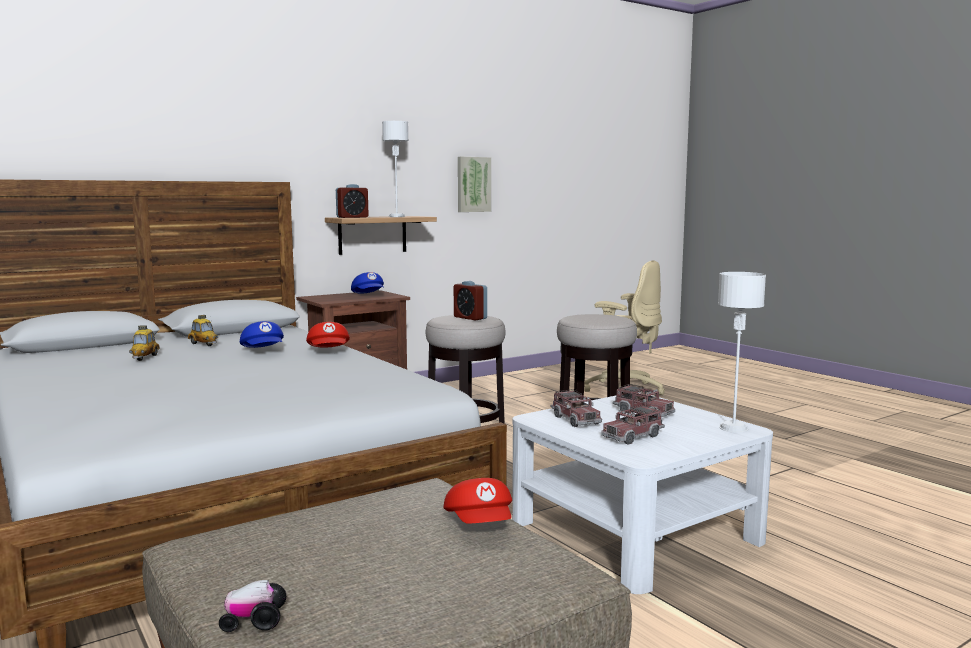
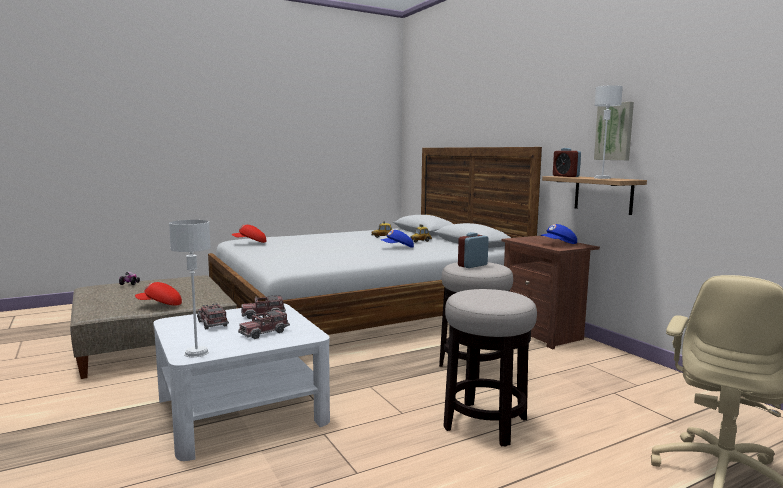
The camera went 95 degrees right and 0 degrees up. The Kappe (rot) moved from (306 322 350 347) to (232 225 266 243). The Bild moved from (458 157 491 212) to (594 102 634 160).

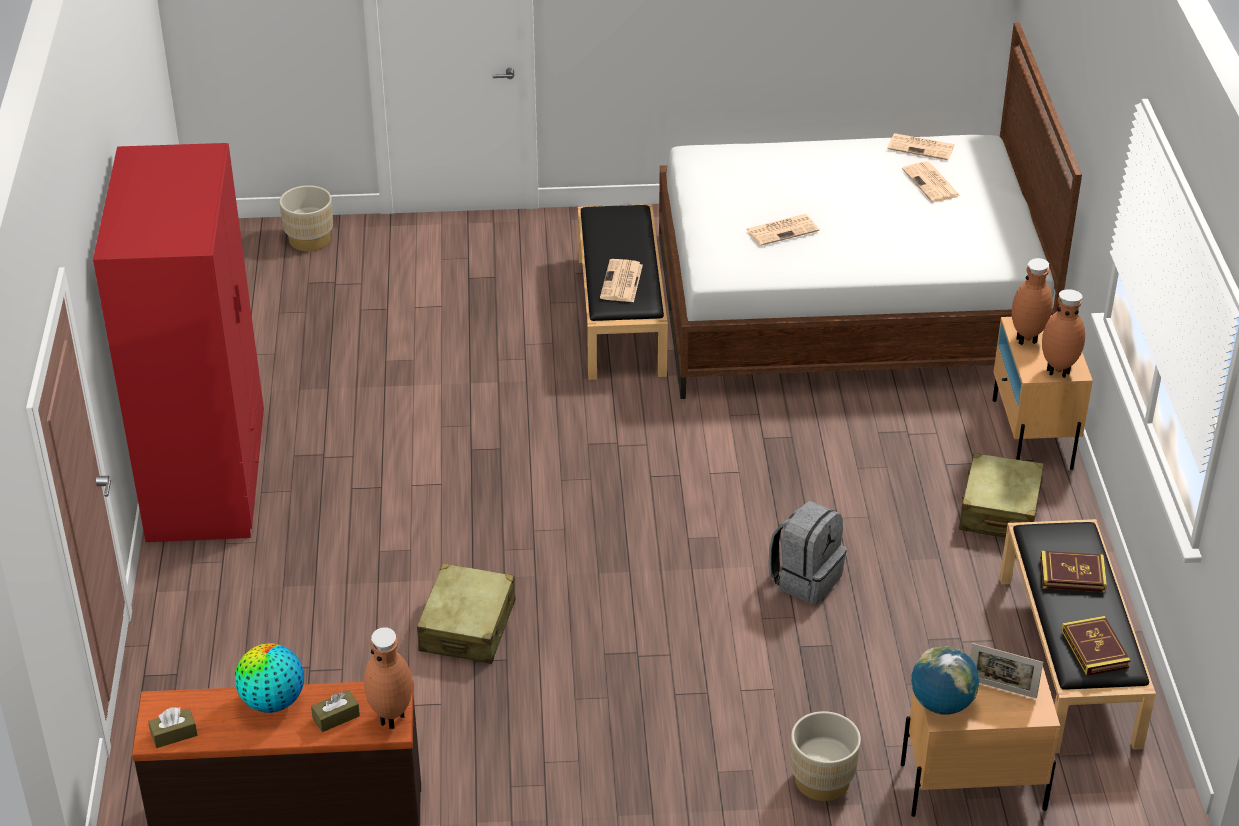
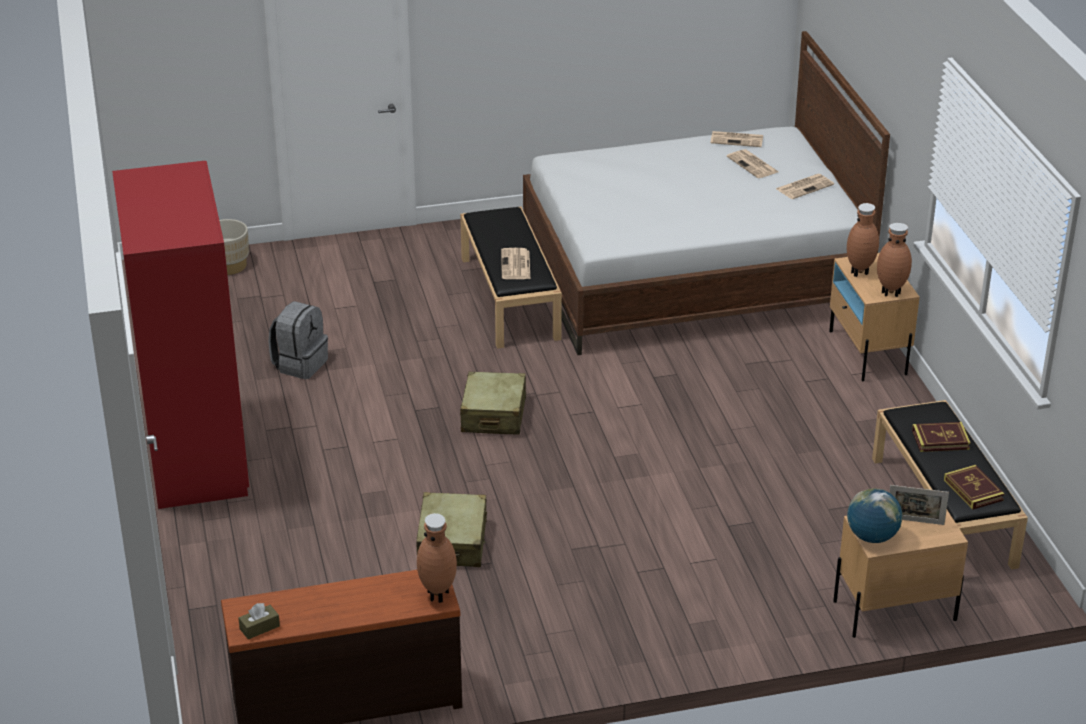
The camera went 10 degrees left and 5 degrees down. The Globus at (235 643 304 713) disappeared. The Taschentuchbox (braun) at (311 690 360 732) disappeared. The Pflanzkübel (beige) at (791 711 861 801) disappeared. The Zeitung moved from (746 214 819 246) to (776 174 834 199). The Rucksack (grau) moved from (769 501 847 604) to (268 301 328 379). The Koffer (beige) moved from (959 453 1044 538) to (460 372 526 434).

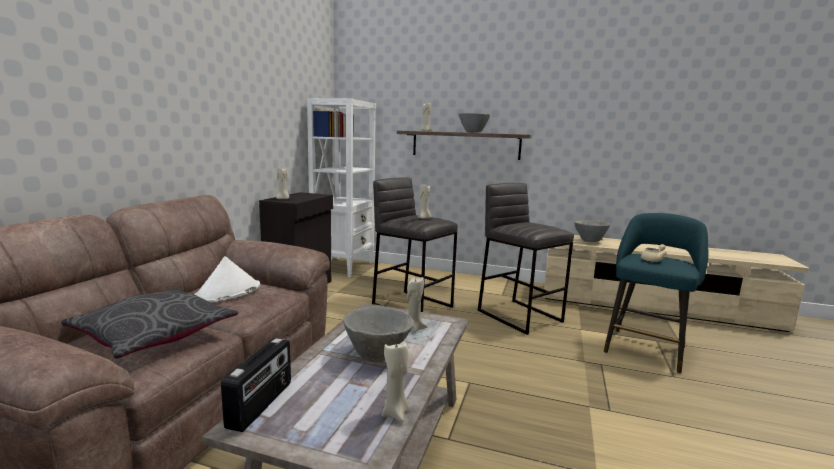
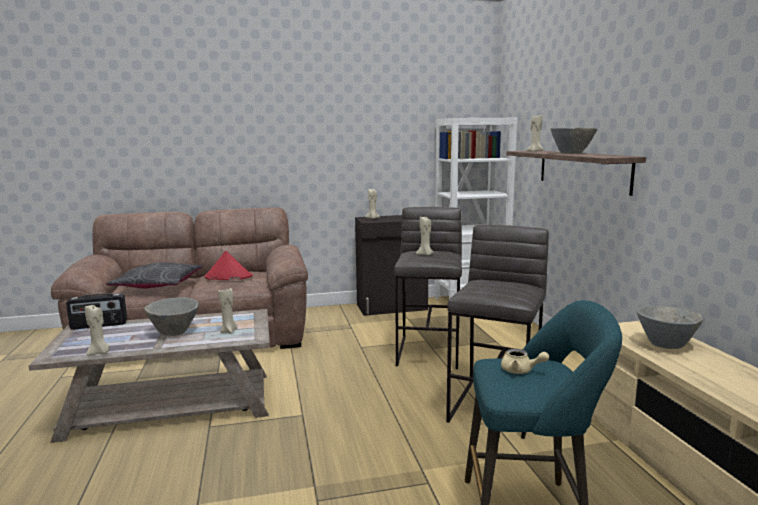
The camera went 60 degrees right and 0 degrees up. The Hut (weiß) at (194 256 260 303) became the Hut (rot) at (205 251 253 280).

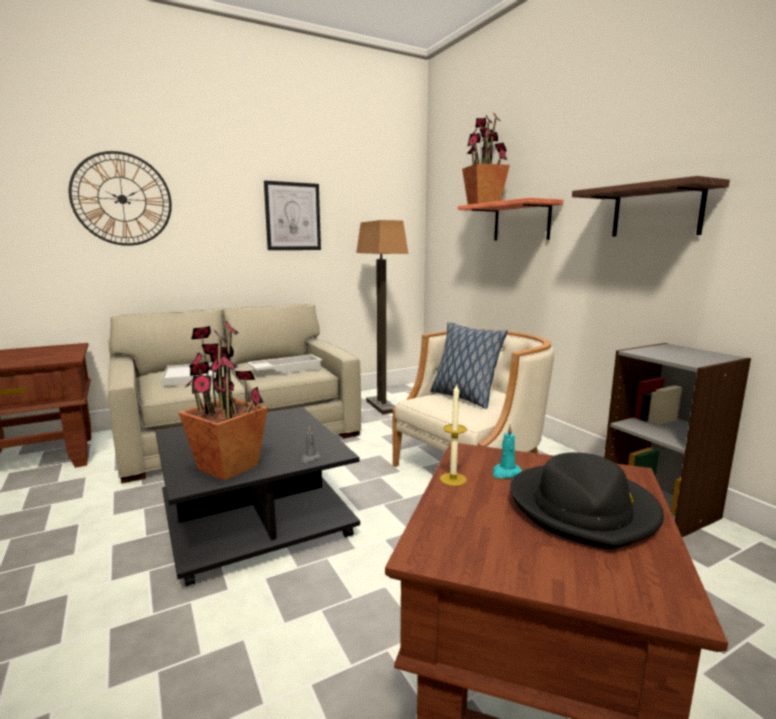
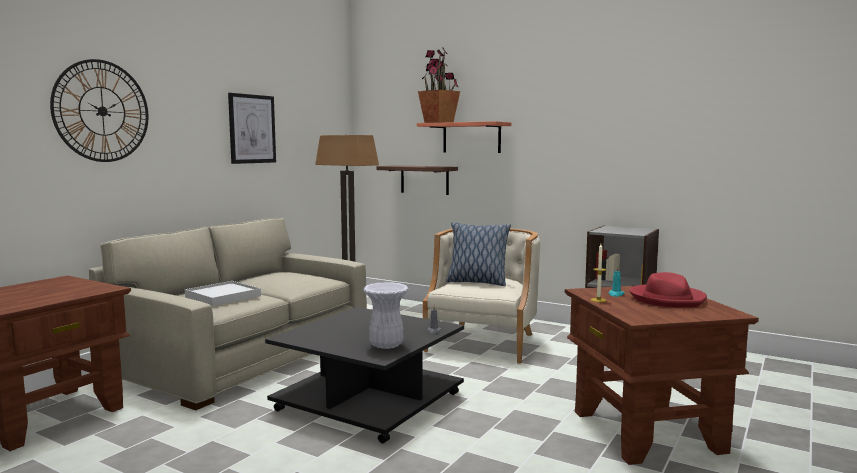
The camera went 30 degrees left and 5 degrees down. The Tablett (weiß) at (247 354 322 374) disappeared. The Wandregal moved from (572 176 730 237) to (376 165 458 195). The Topfpflanze at (178 321 268 481) was replaced by the Vase (weiß) at (363 282 409 349). The Hut (schwarz) at (510 452 664 549) became the Hut (rot) at (630 272 707 308).

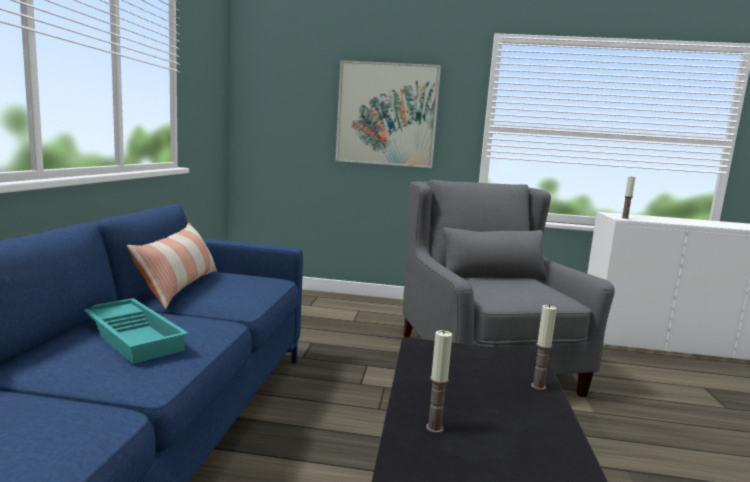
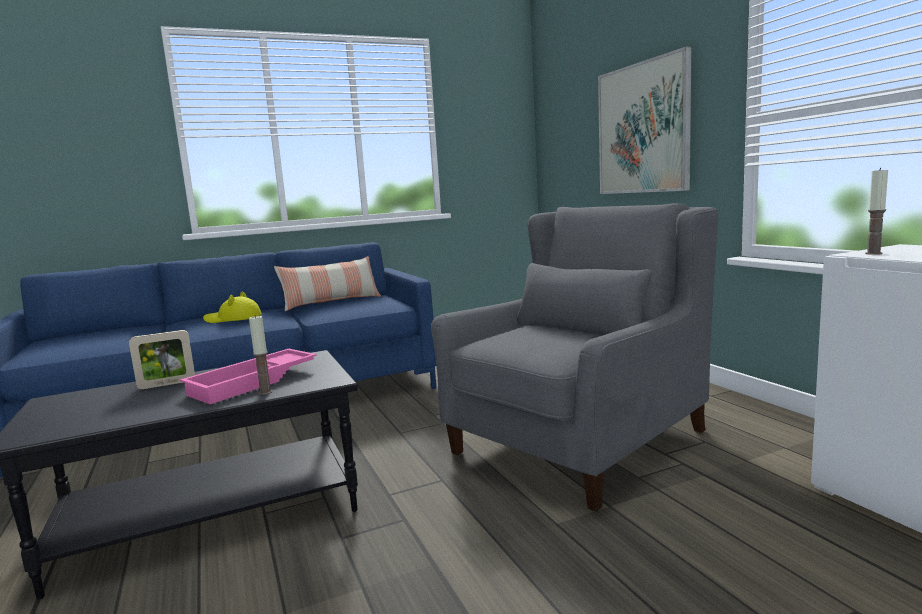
The camera went 60 degrees right and 0 degrees up. The Tablett (rosa) at (180 349 317 404) appeared. The Tablett (türkis) at (84 298 189 364) was replaced by the Hut (gelb) at (203 291 262 323). The Kerze at (426 330 452 433) was replaced by the Bilderrahmen at (129 330 195 389).

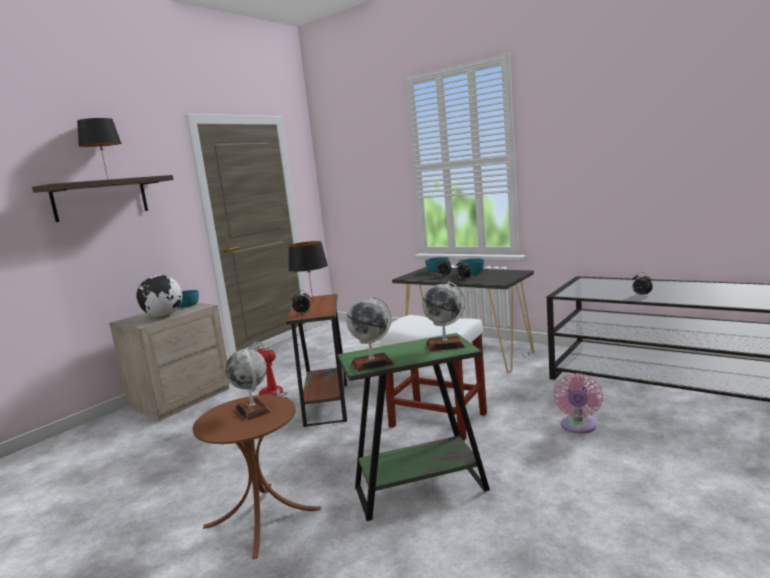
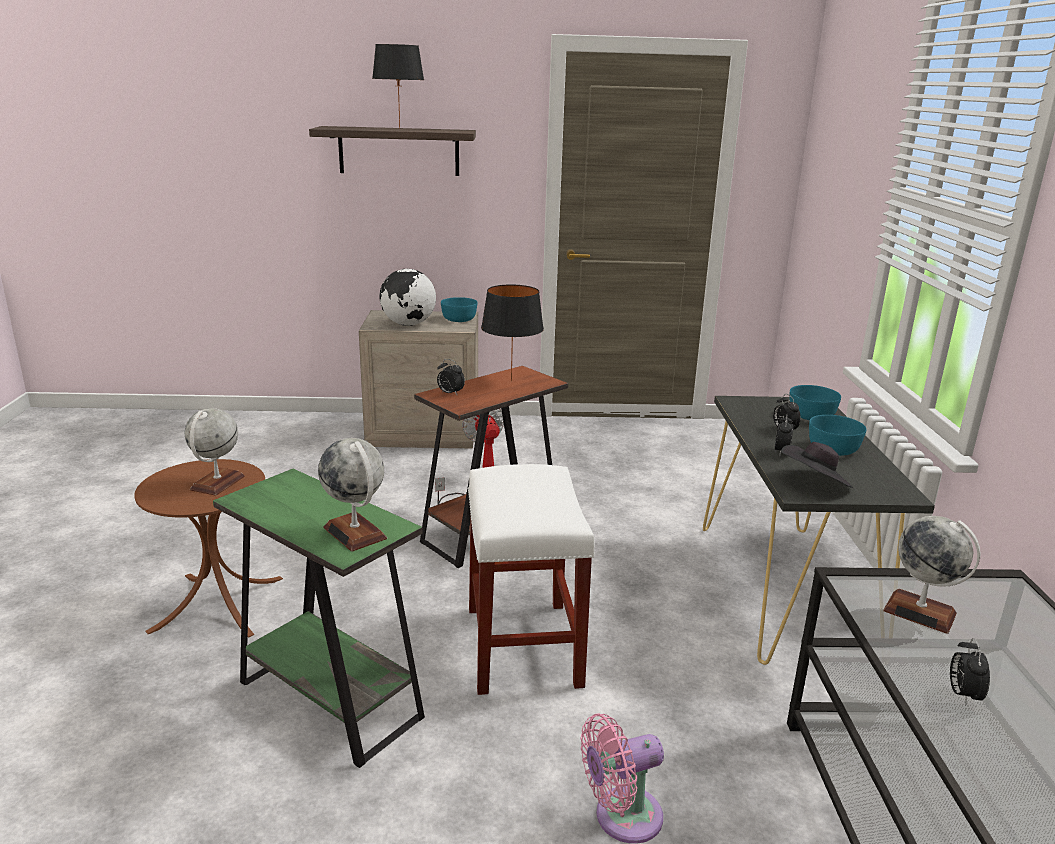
The camera went 50 degrees right and 10 degrees up. The Hut (schwarz) at (781 442 853 488) appeared. The Globus moved from (346 296 394 372) to (883 516 981 634).

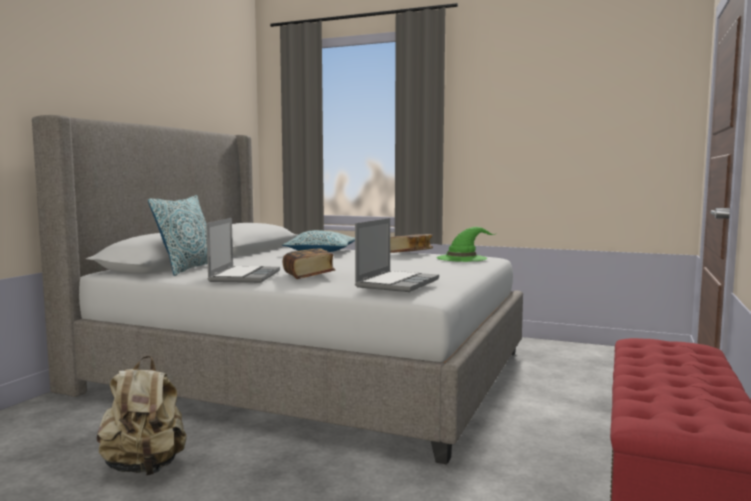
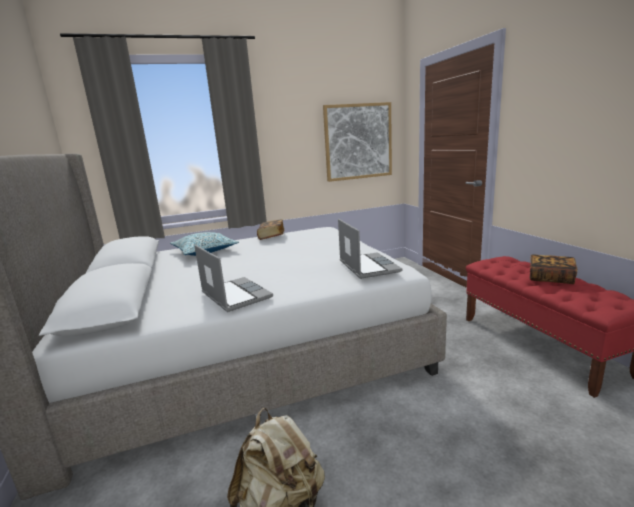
The camera went 40 degrees left and 10 degrees up. The Kissen at (148 195 208 276) disappeared. The Hut (grün) at (437 227 497 262) disappeared. The Bild at (323 102 392 182) appeared. The Buch moved from (283 248 335 279) to (530 254 577 284).

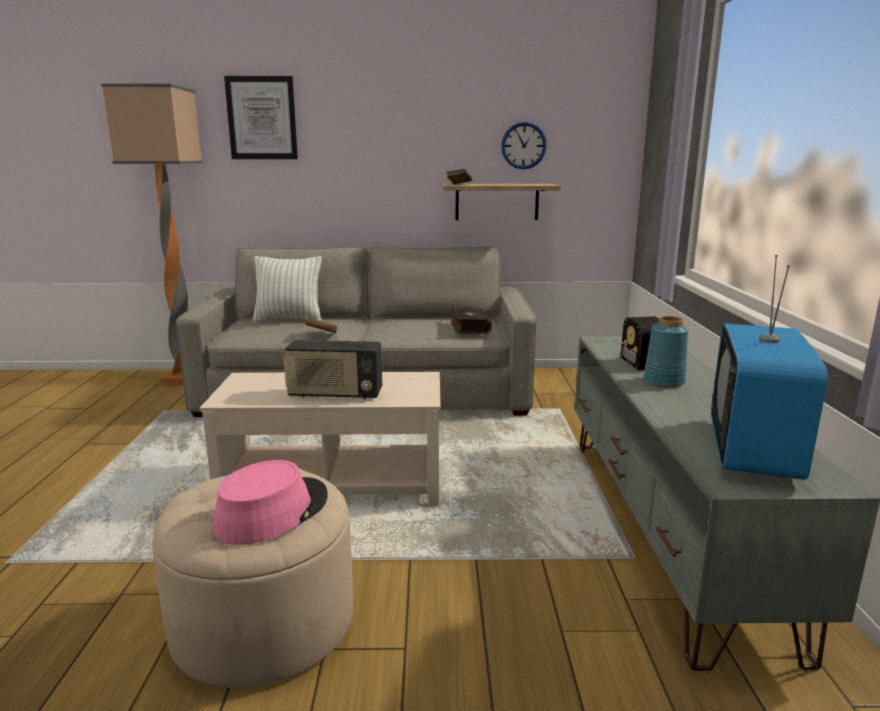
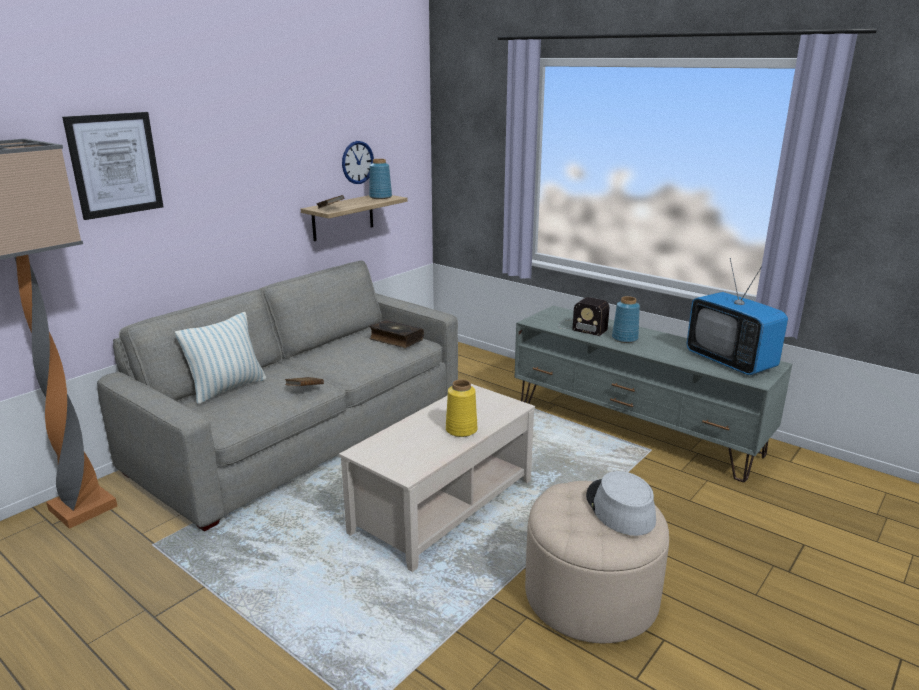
The camera went 50 degrees left and 5 degrees up. The Vase (blau) at (369 159 392 199) appeared. The Radio at (283 340 382 399) was replaced by the Vase (gelb) at (446 379 478 437). The Hut (rosa) at (213 460 328 545) became the Hut (grau) at (586 471 656 536).

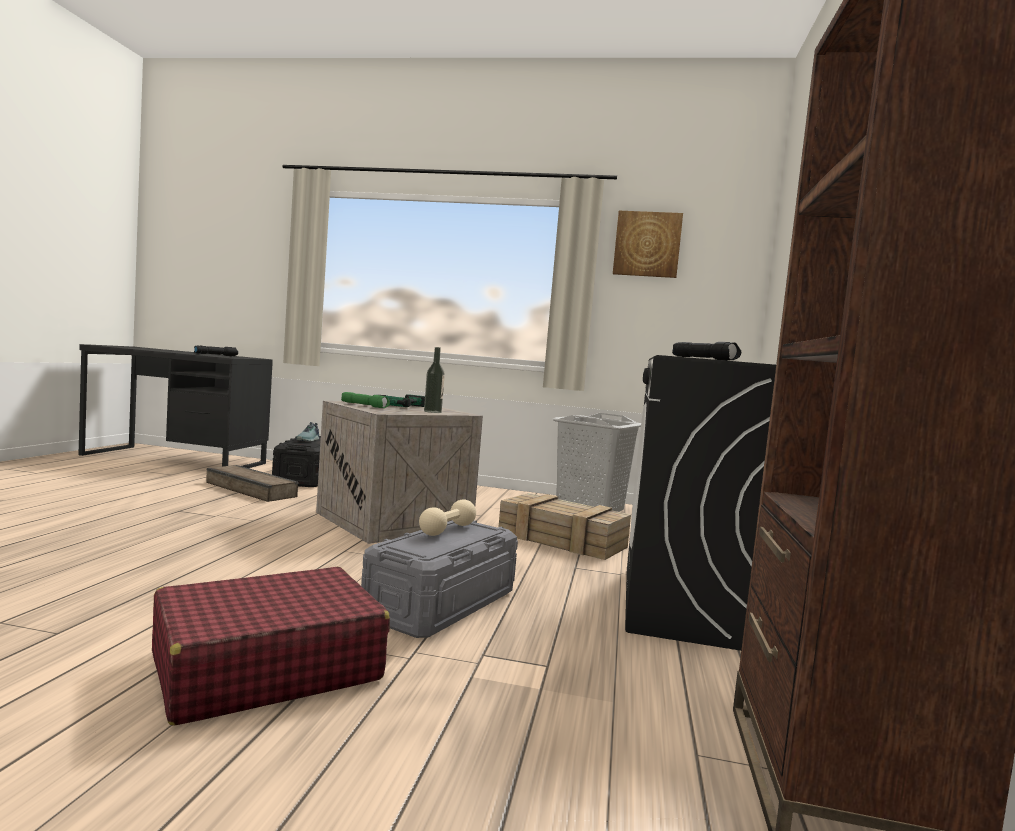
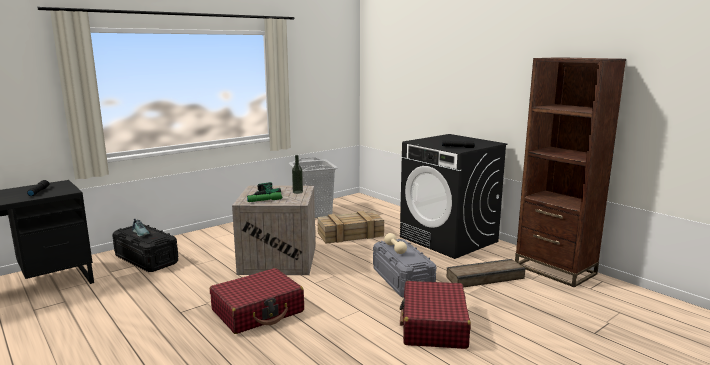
The camera went 50 degrees left and 10 degrees up. The Bild at (613 211 683 278) disappeared. The Koffer (rot) at (210 268 304 334) appeared. The Kiste moved from (206 465 298 502) to (446 259 526 287).

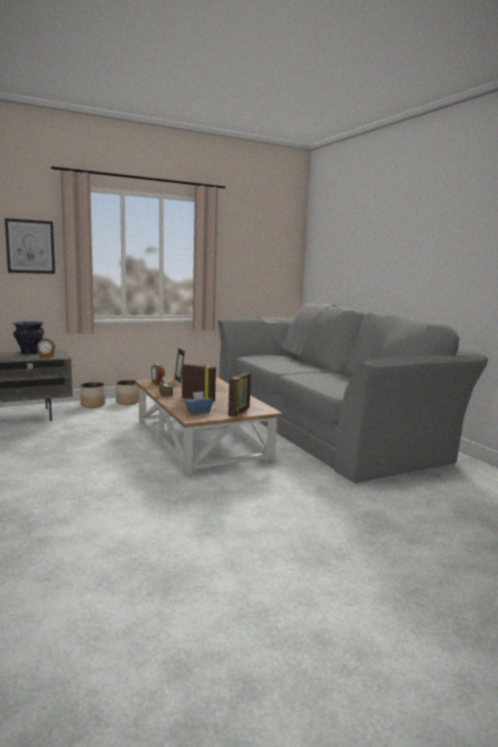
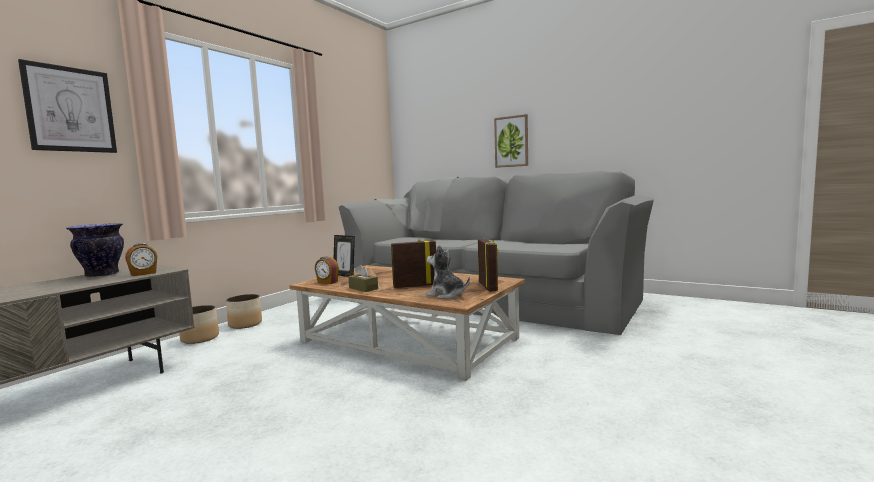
The camera went 30 degrees left and 5 degrees down. The Bild at (494 114 528 168) appeared. The Taschentuchbox (blau) at (185 391 213 414) was replaced by the Plüschtier at (426 245 470 299).

